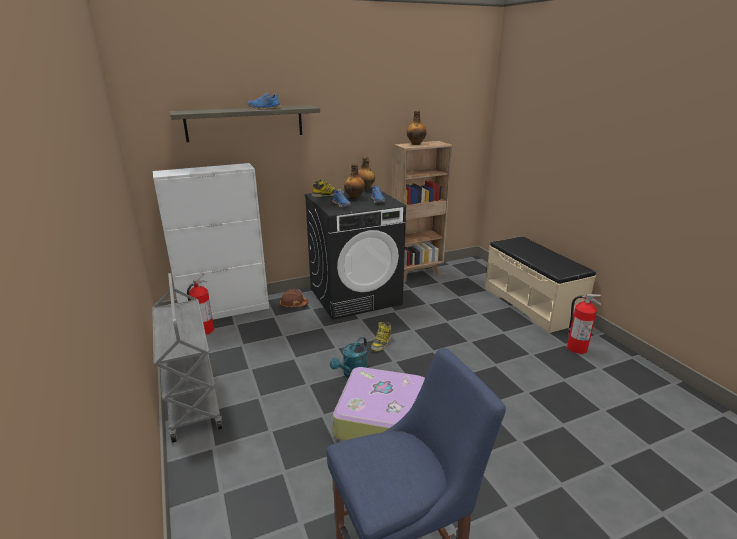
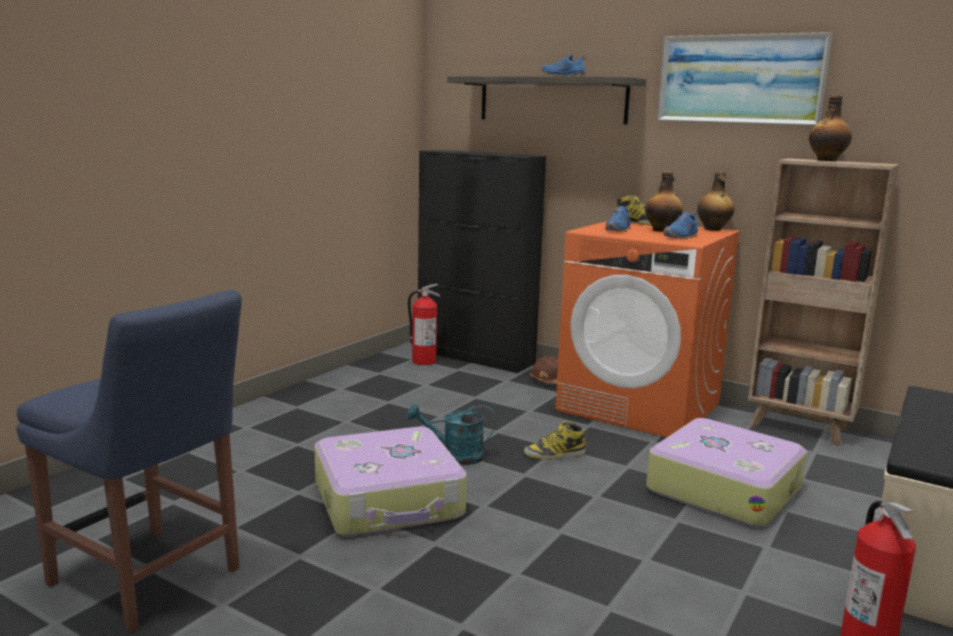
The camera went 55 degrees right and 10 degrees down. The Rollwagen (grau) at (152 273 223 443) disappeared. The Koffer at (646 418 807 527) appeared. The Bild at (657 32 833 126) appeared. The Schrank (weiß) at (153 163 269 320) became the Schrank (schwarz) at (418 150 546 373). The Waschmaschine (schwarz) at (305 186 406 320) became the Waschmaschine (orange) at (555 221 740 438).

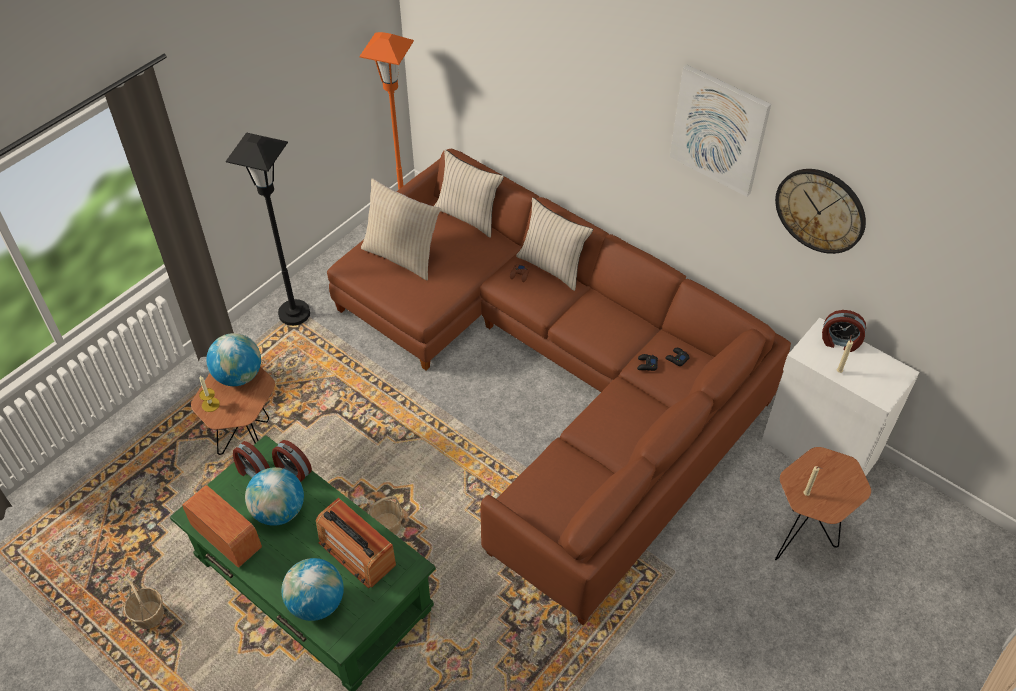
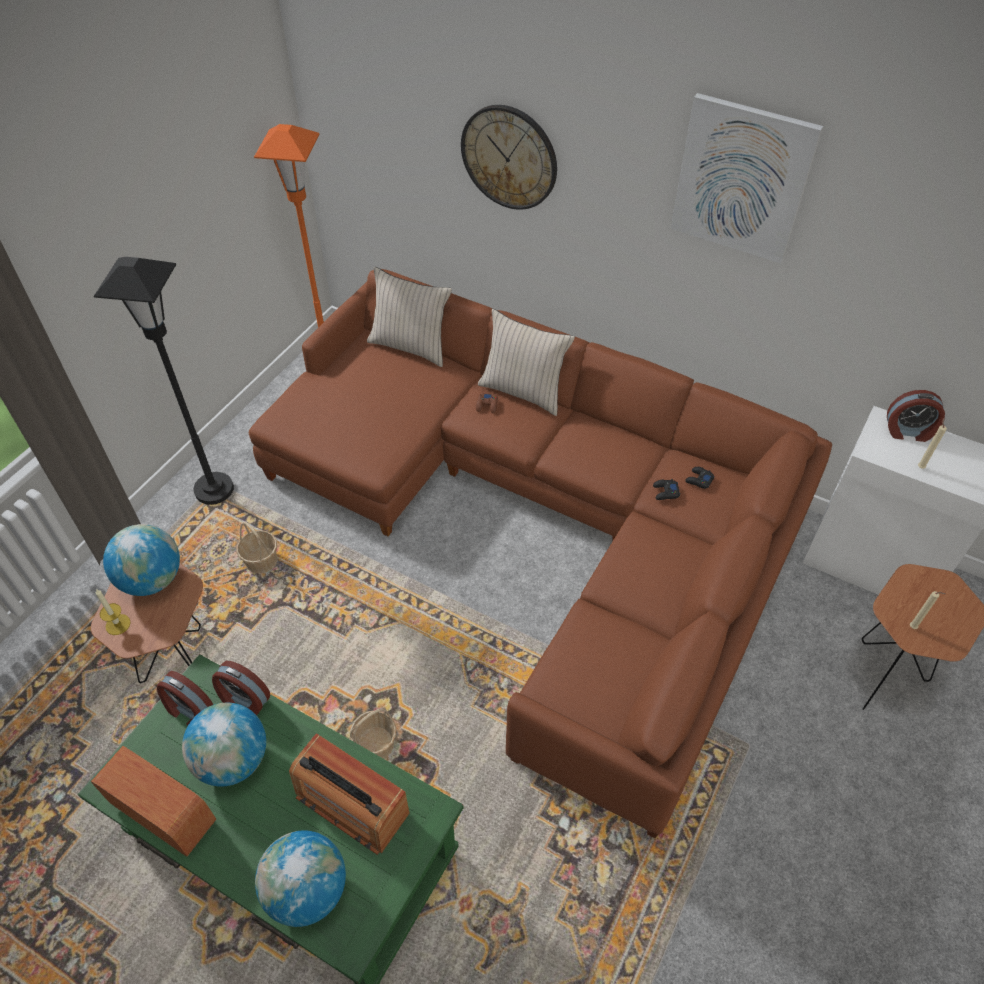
The camera went 10 degrees left and 0 degrees up. The Kissen (beige) at (361 178 441 280) disappeared. The Korb moved from (124 582 164 629) to (237 522 277 574). The Wanduhr moved from (775 169 866 254) to (461 105 557 210).

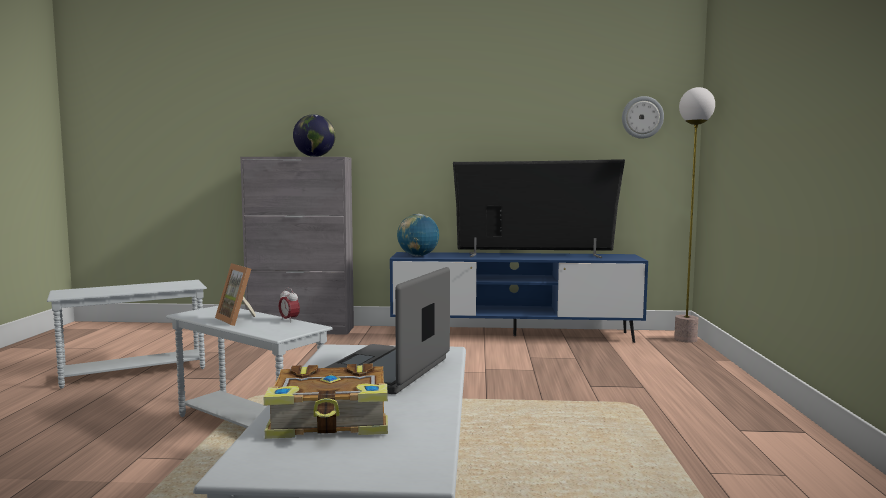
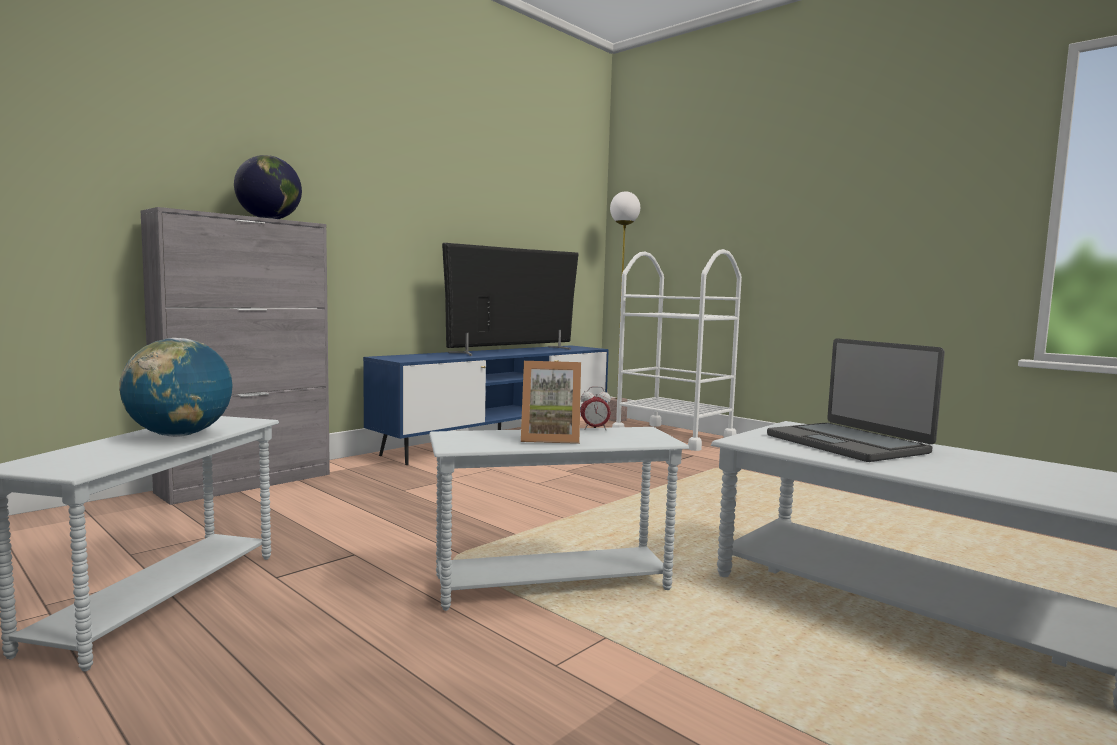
The camera went 50 degrees left and 0 degrees up. The Buch at (264 364 388 439) disappeared. The Wanduhr at (622 96 664 139) disappeared. The Rollwagen (weiß) at (612 249 742 451) appeared. The Globus moved from (397 214 439 256) to (119 338 233 437).

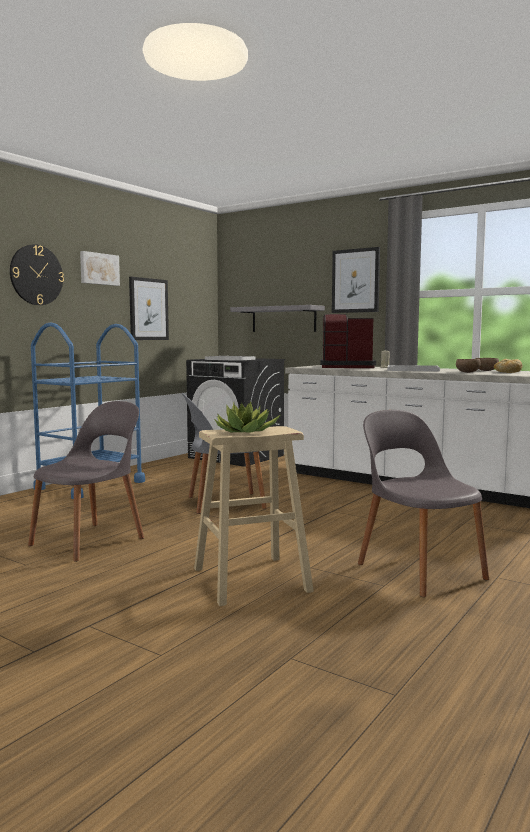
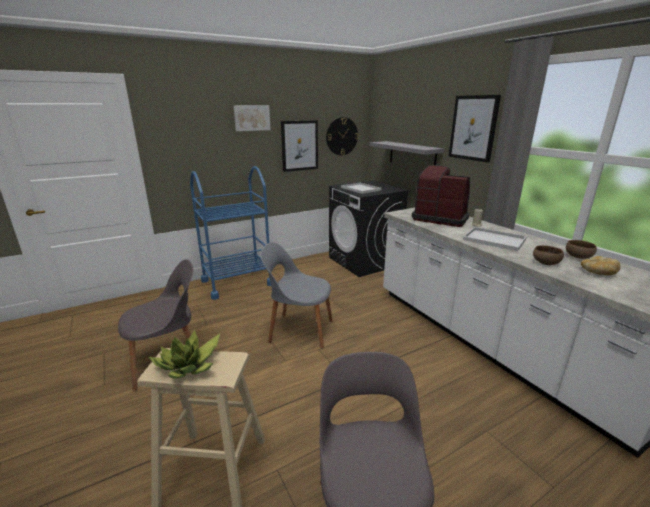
The camera went 25 degrees right and 15 degrees up. The Wanduhr moved from (10 244 64 305) to (326 117 358 155).

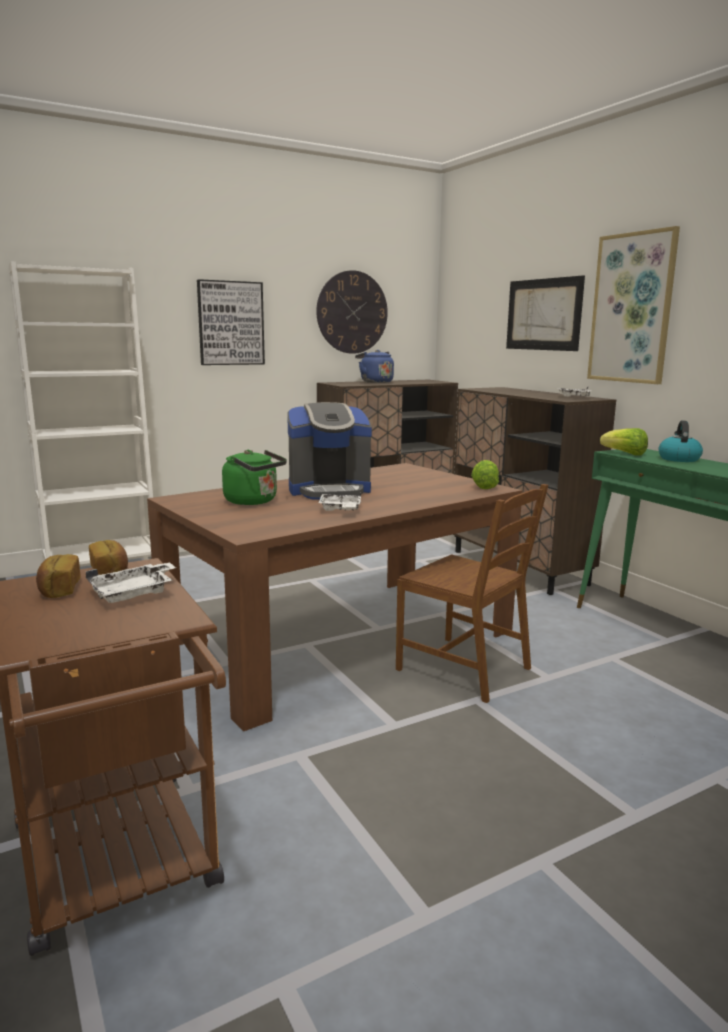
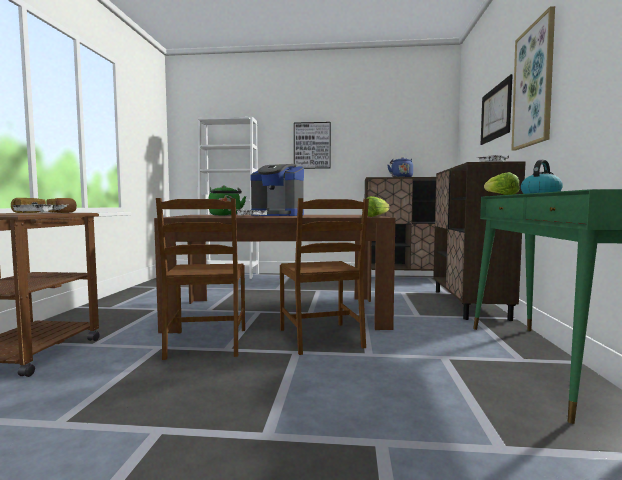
The camera went 35 degrees right and 10 degrees down. The Wanduhr at (316 270 388 354) disappeared. The Stuhl (braun) at (156 198 245 360) appeared.

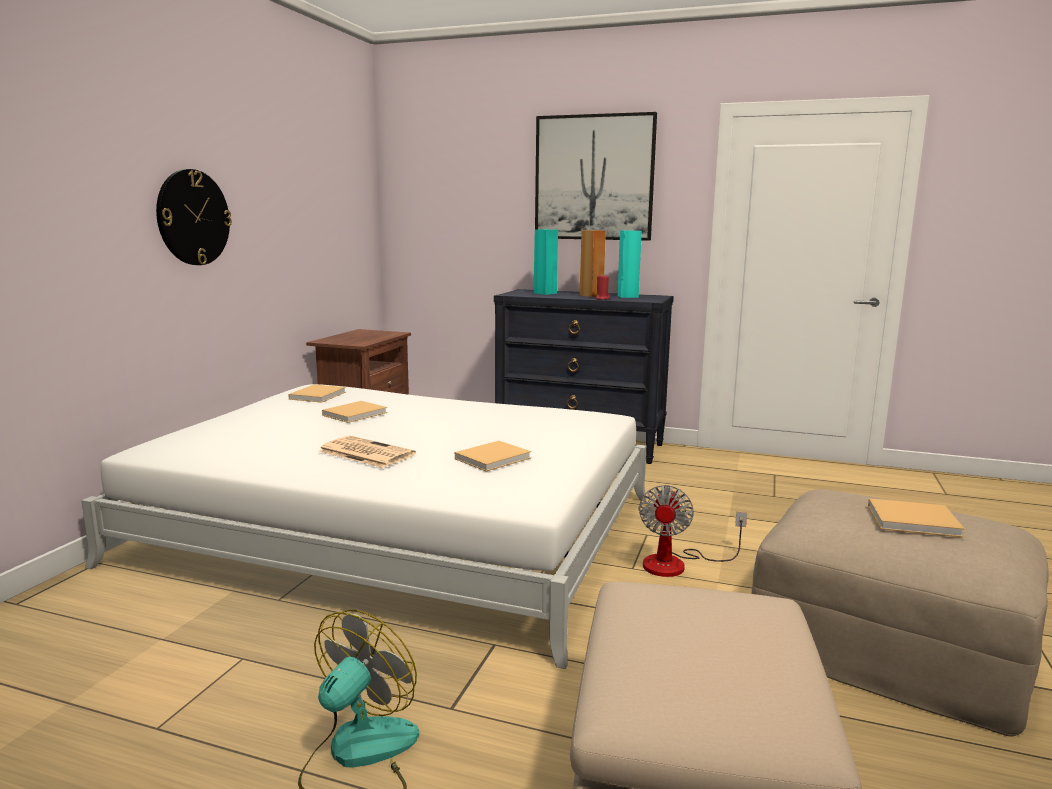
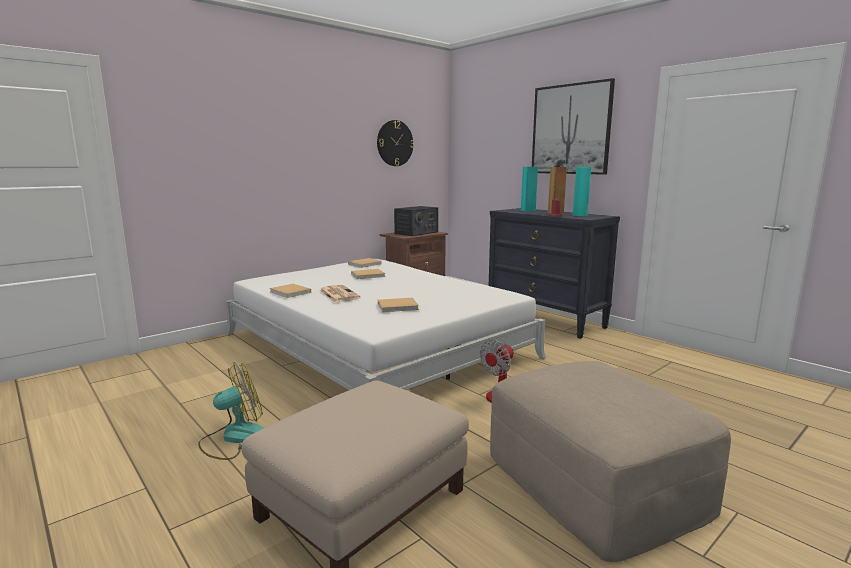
The camera went 30 degrees right and 0 degrees up. The Radio at (394 206 438 236) appeared. The Wanduhr moved from (156 169 232 265) to (377 120 414 166). The Buch (beige) moved from (868 498 964 537) to (270 284 311 298).

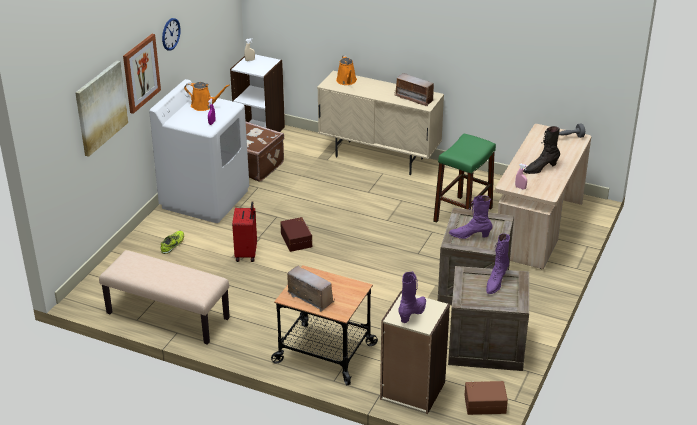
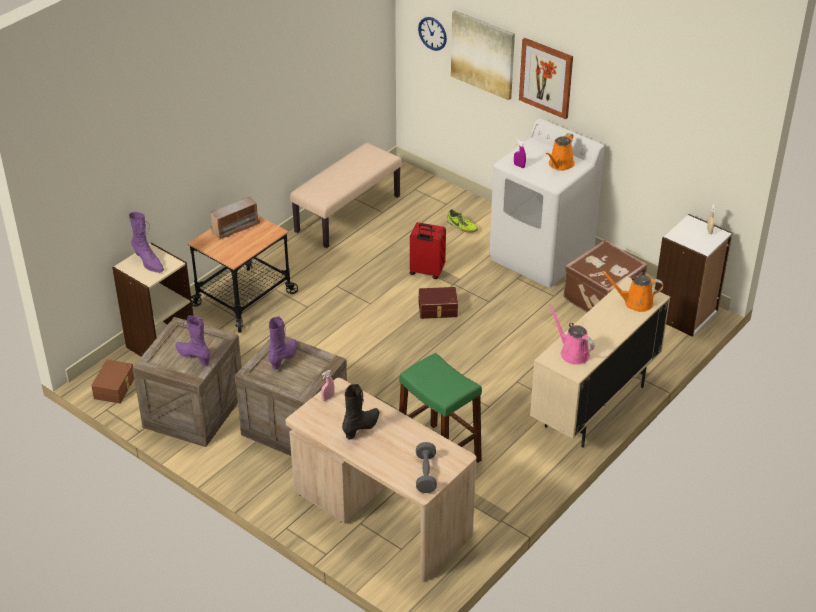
The camera went 105 degrees right and 5 degrees up. The Wanduhr moved from (162 18 180 51) to (418 17 447 51). The Radio at (394 73 436 106) was replaced by the Gießkanne (rosa) at (549 304 594 365). The Stiefel (schwarz) at (523 126 560 174) turned 45 degrees clockwise.

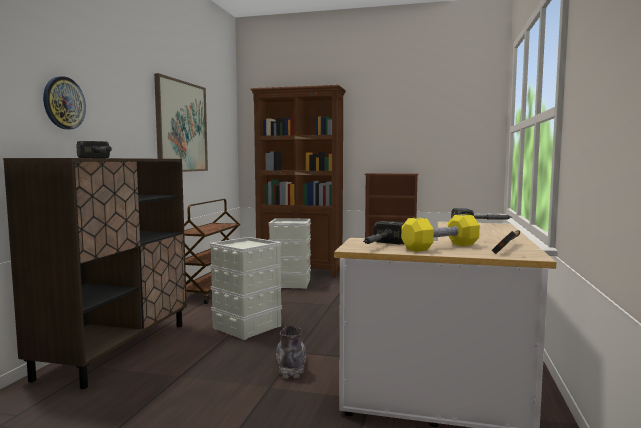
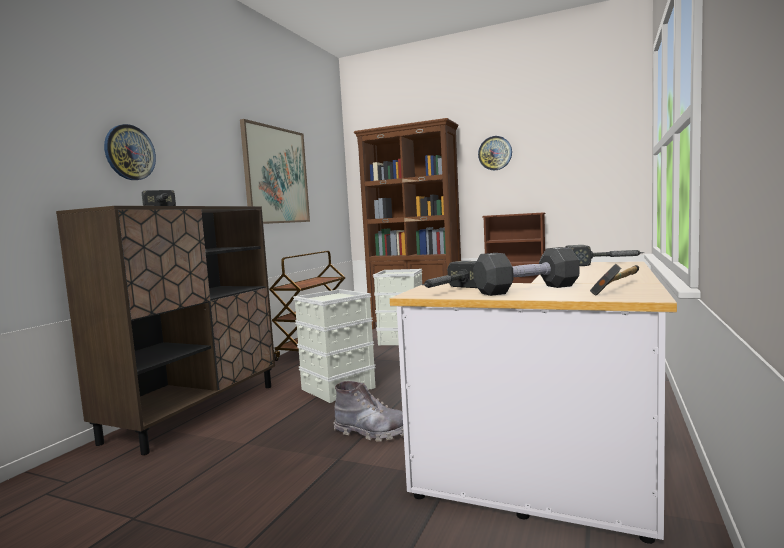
The camera went 10 degrees right and 0 degrees up. The Wanduhr at (478 136 512 170) appeared. The Hantel (gelb) at (401 214 480 252) became the Hantel (schwarz) at (473 247 579 296). The Stiefel (grau) at (276 325 306 379) turned 105 degrees clockwise.

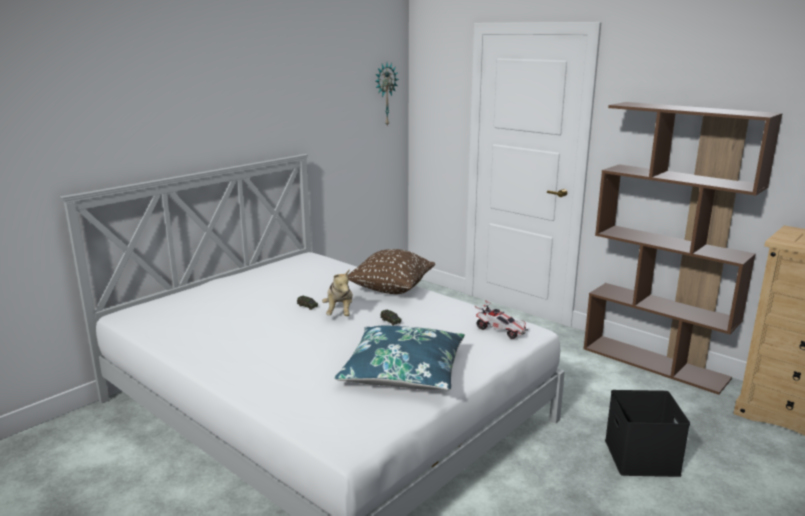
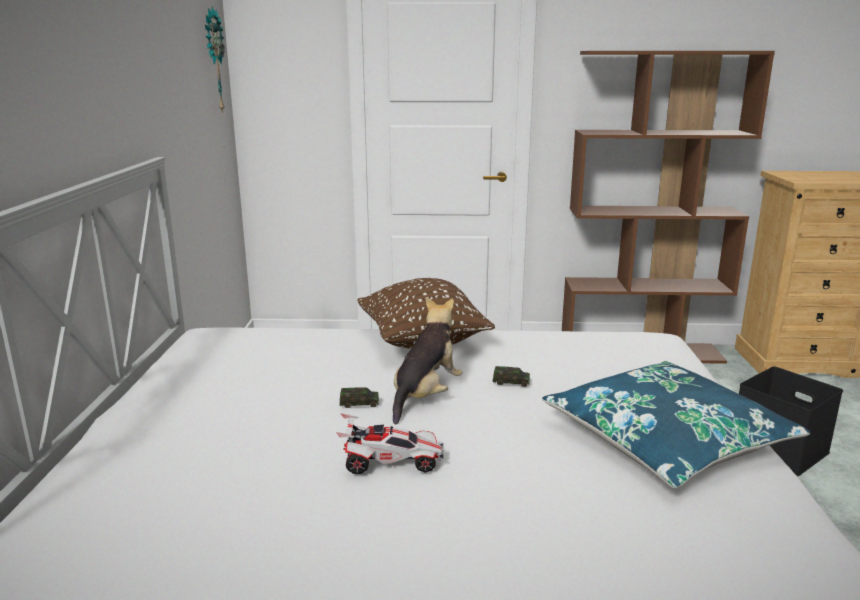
The camera went 40 degrees left and 0 degrees up. The Spielzeugauto moved from (474 300 528 339) to (336 413 444 474). The Plüschtier at (322 270 353 316) turned 105 degrees counterclockwise.

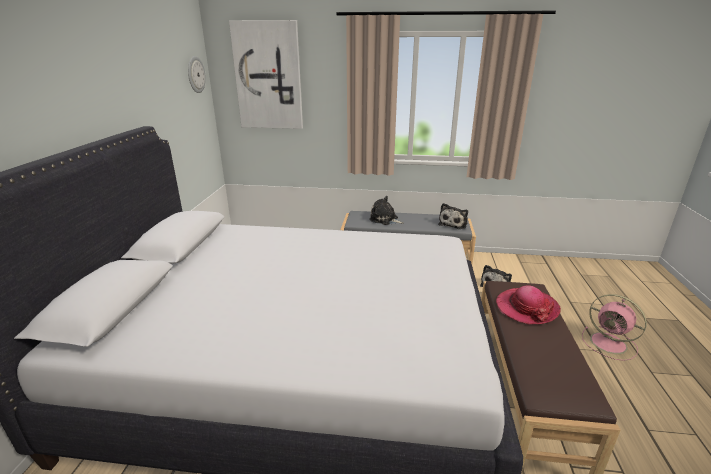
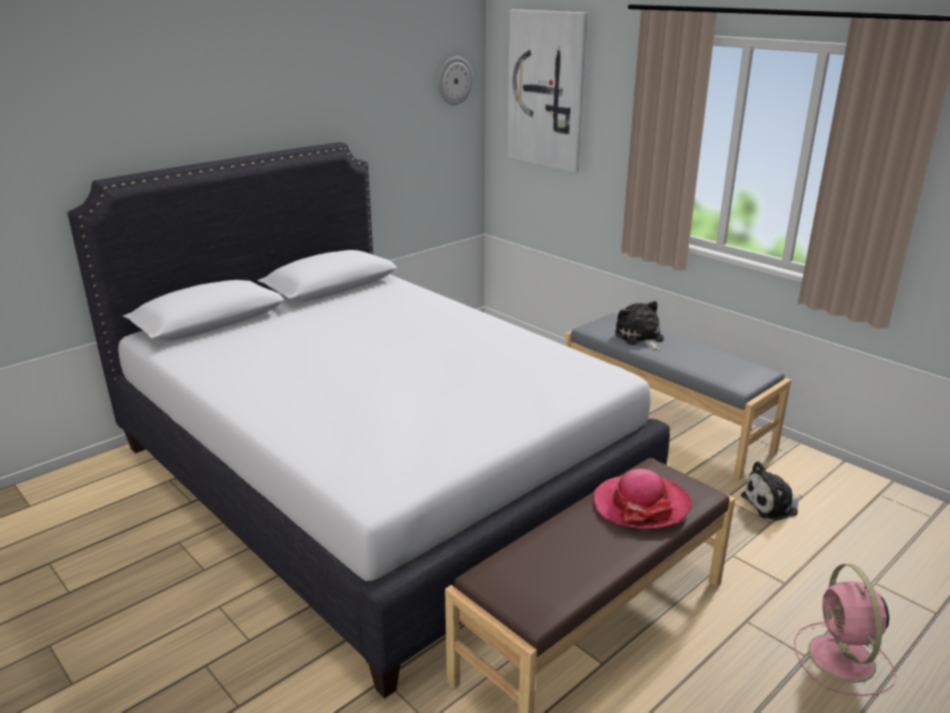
The camera went 40 degrees right and 0 degrees up. The Plüschtier at (438 203 468 229) disappeared.

